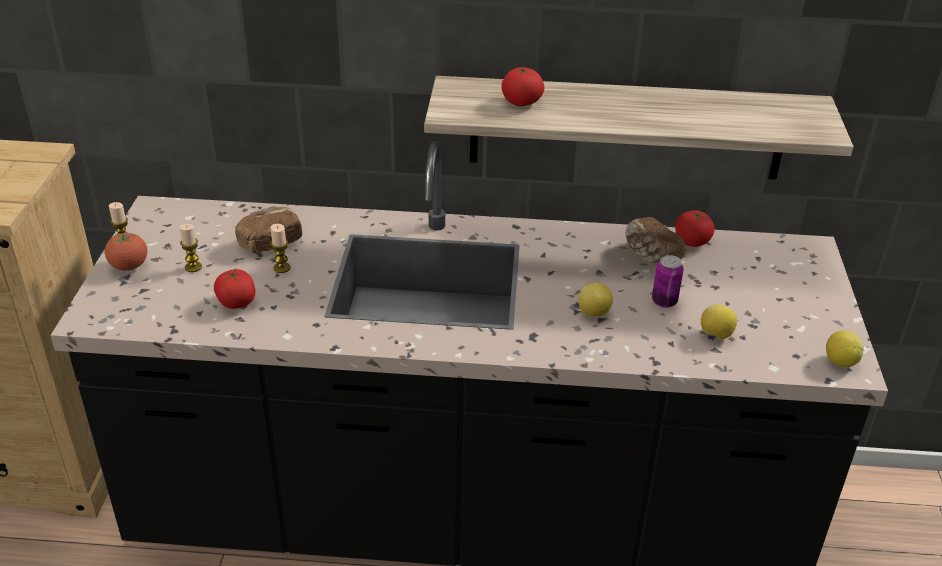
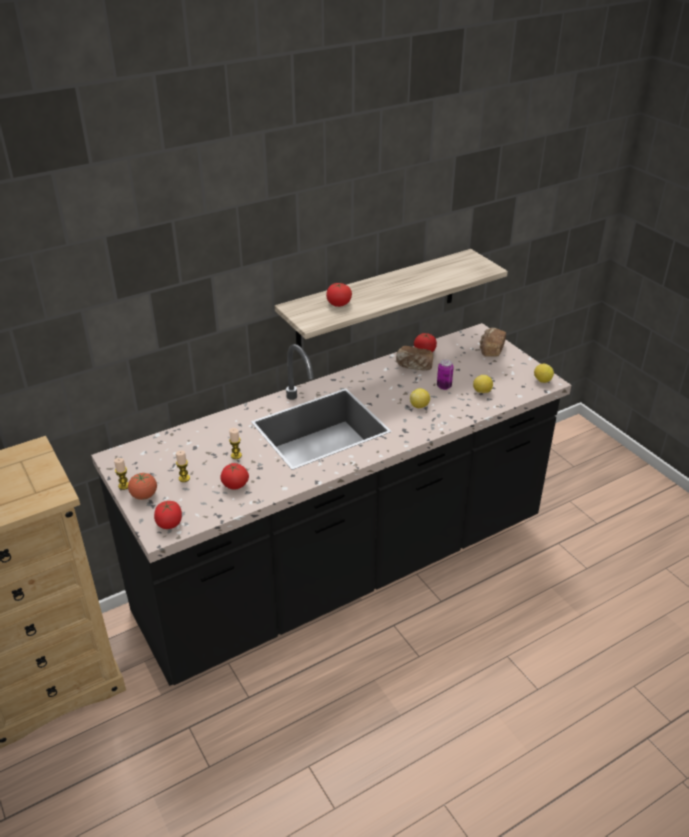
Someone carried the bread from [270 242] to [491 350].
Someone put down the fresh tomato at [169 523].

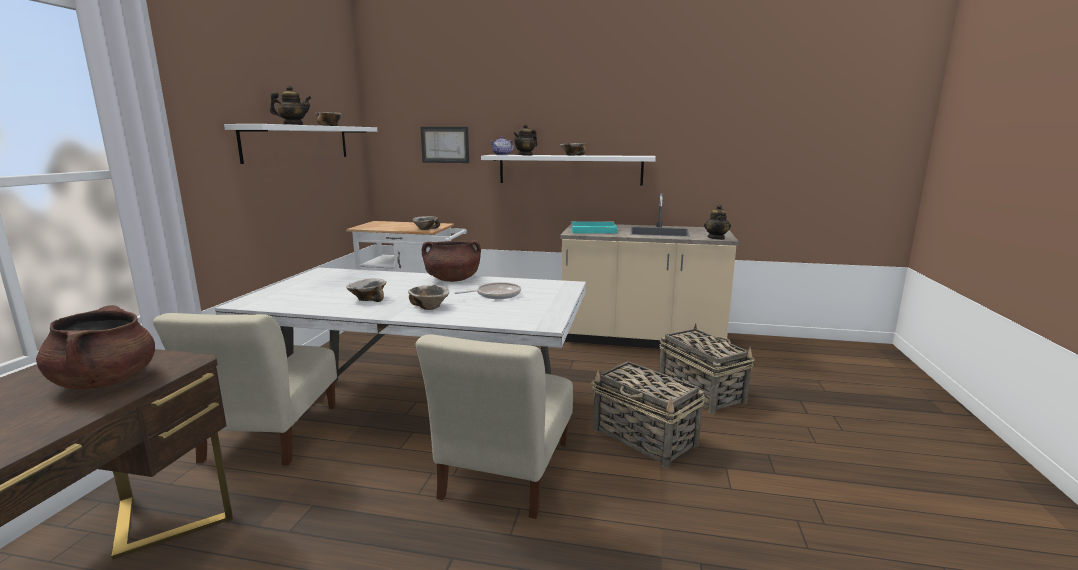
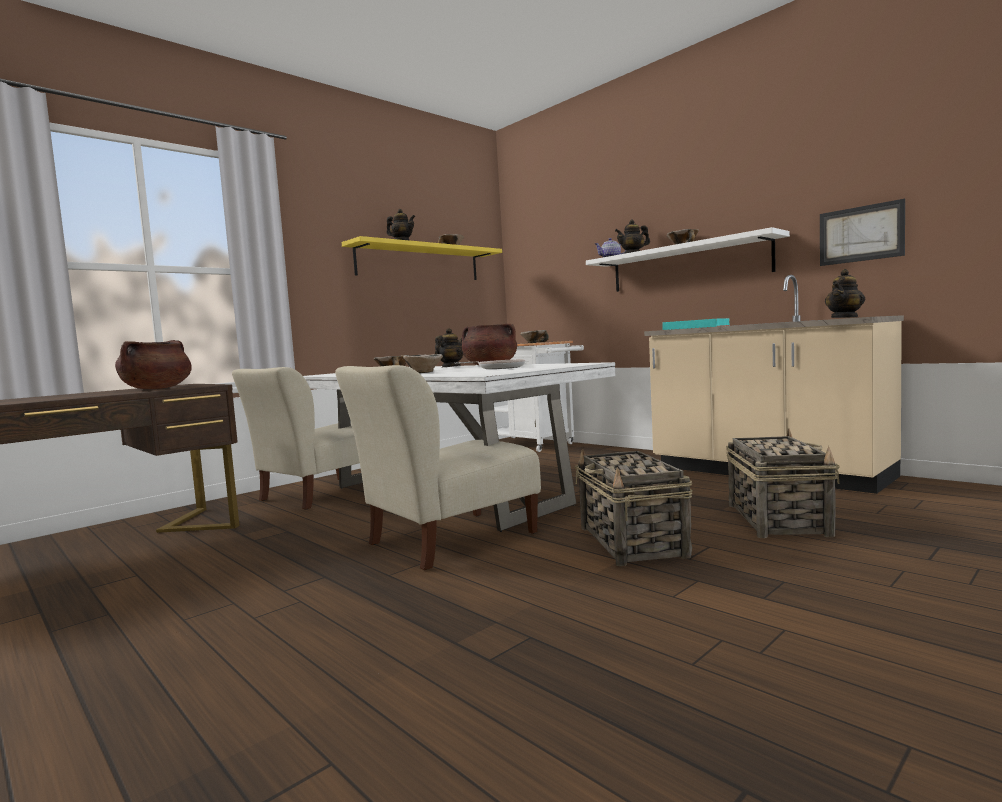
Someone repainted the shelf/white-coloured at [298 143], which became the shelf/yellow at [419 263].
Someone carried the wall art from [445 144] to [861 234].
Someone put down the teapot at [450 367].

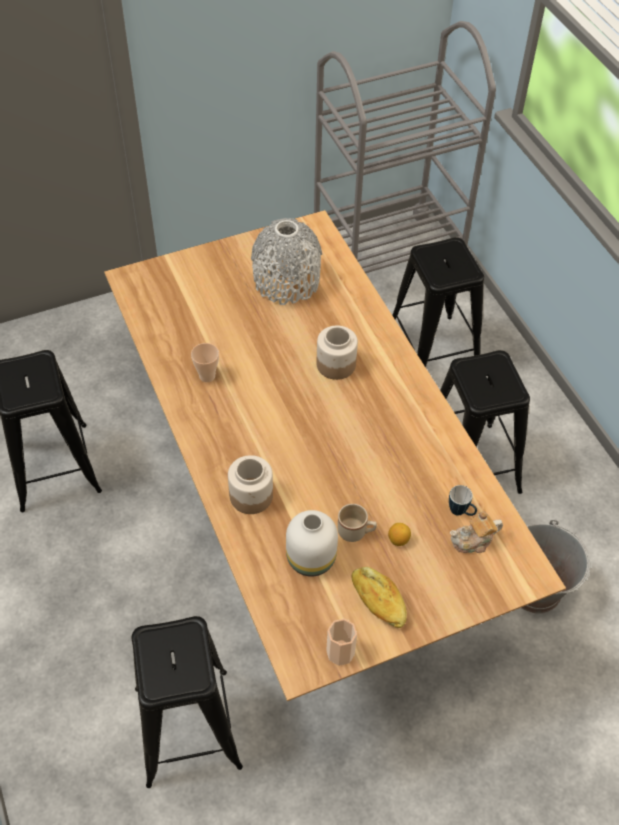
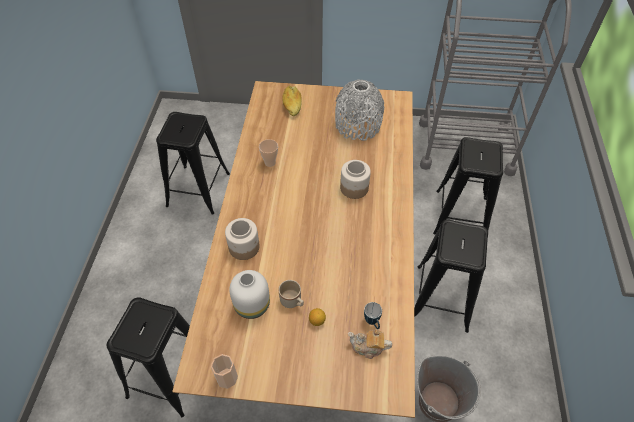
Someone carried the bread from [378 601] to [292 105].

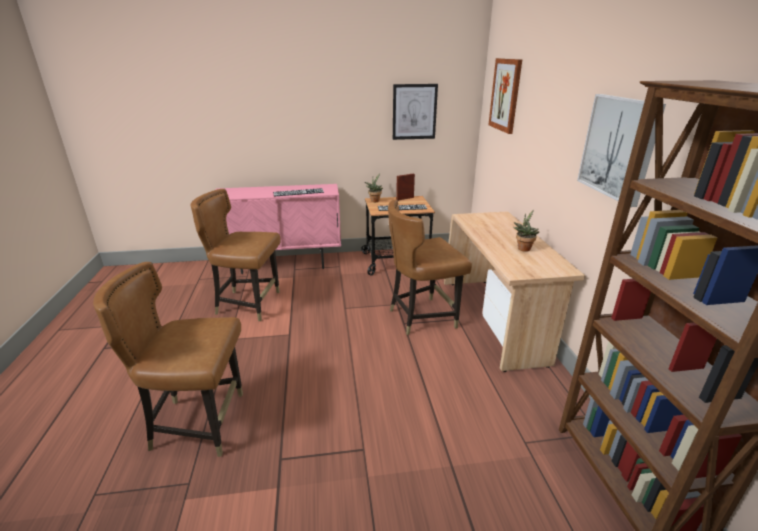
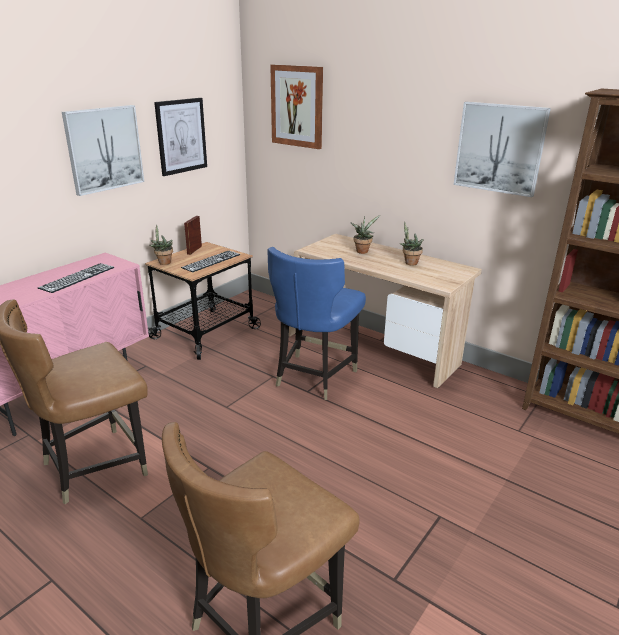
Someone repainted the plain chair/brown-coloured at [422 317], which became the plain chair/bluish at [314 377].
Someone put up the wall art at [104 149].
Someone put down the potted plant at [362 251].

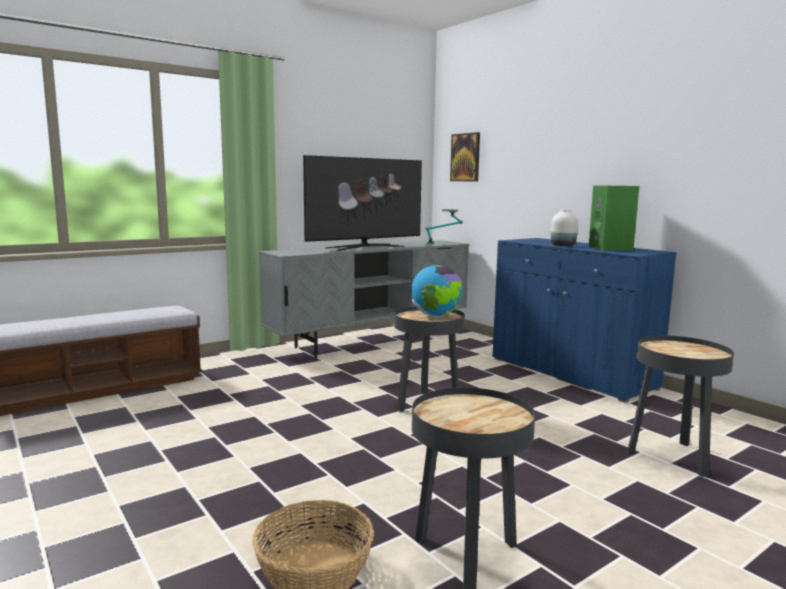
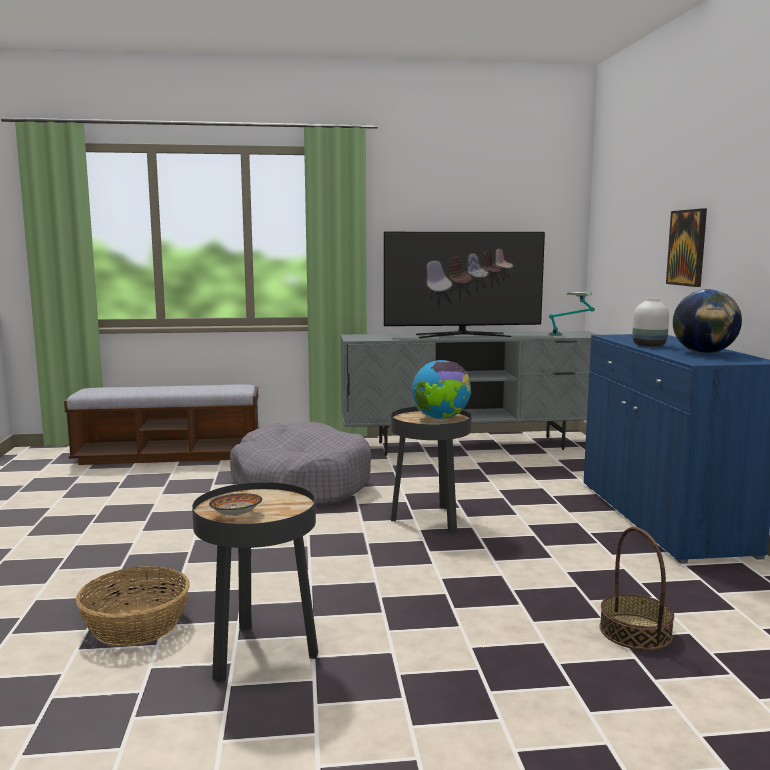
Someone carried the wall art from [465 157] to [687 247].
Someone swapped the speaker/green-coloured at [611 248] for the globe at [704 353].
Someone swapped the side table/black-coloured at [672 456] for the basket at [635 632].
Someone put down the serving bowl at [235 515].
Someone put down the pet bed/grey at [301 483].

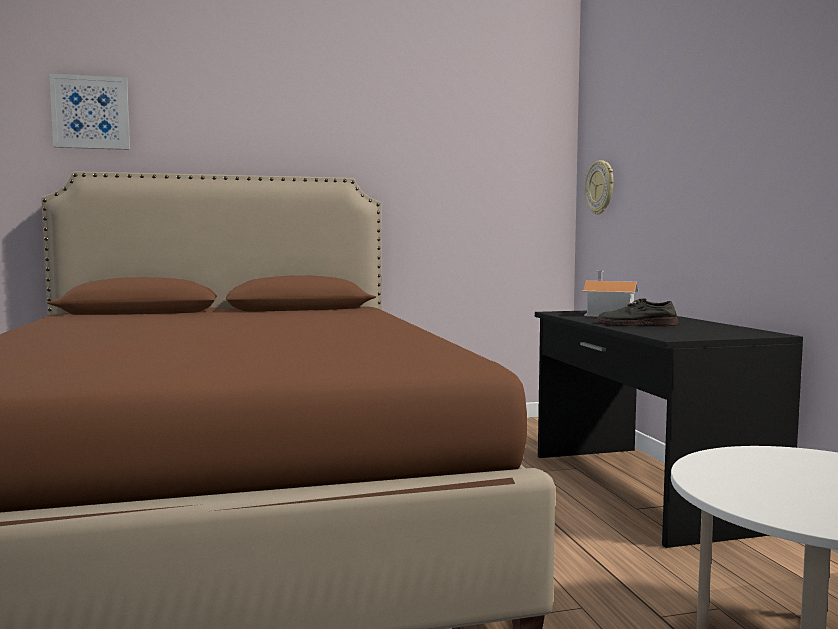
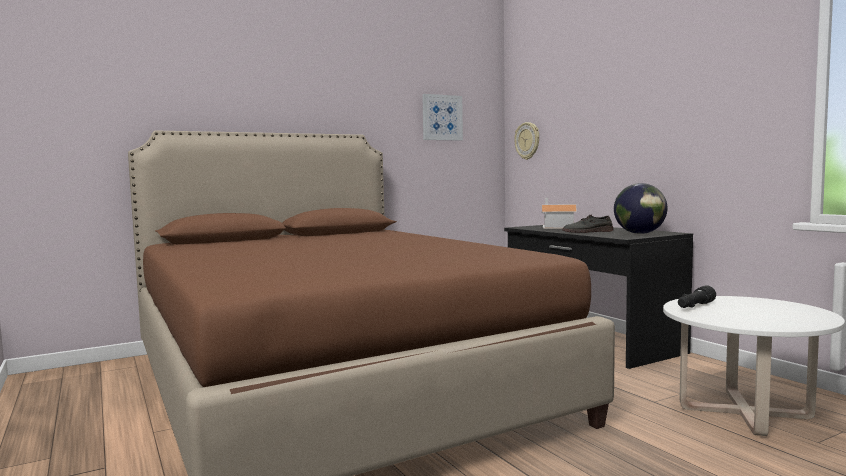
Someone carried the wall art from [91 112] to [442 117].
Someone put down the globe at [640 233].
Someone put down the hand torch/black-coloured at [694 306].

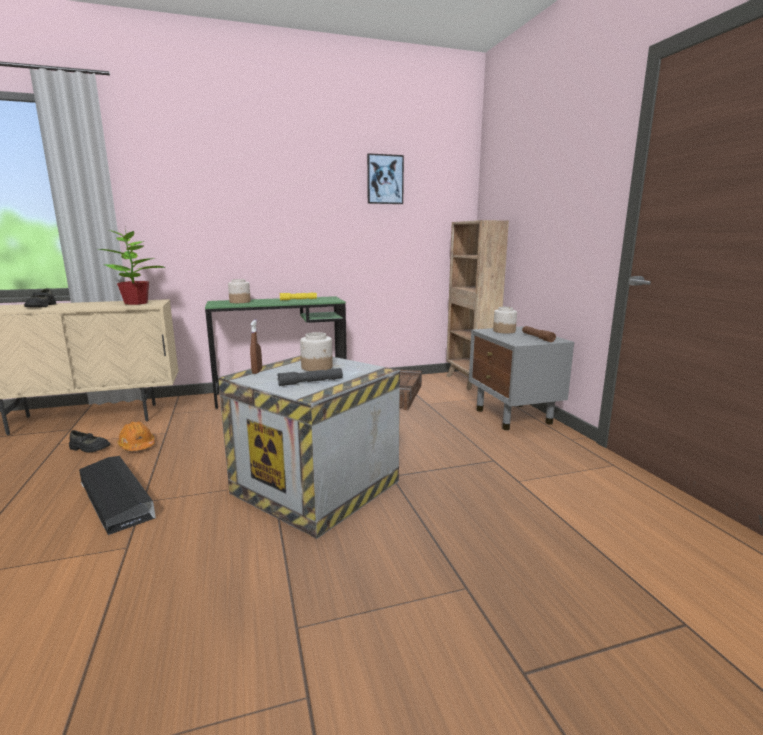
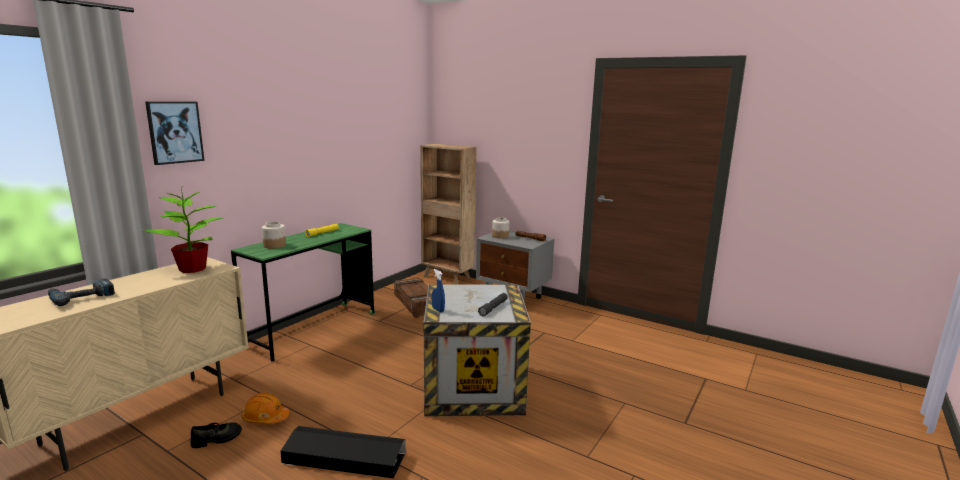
Someone swapped the shoe/black-coloured at [41 306] for the drill at [81 296].
Someone repainted the sprayer/brown-coloured at [257 371], which became the sprayer/bluish at [438 310].
Someone took away the jar at [317 367].
Someone carried the wall art from [385 179] to [175 132].

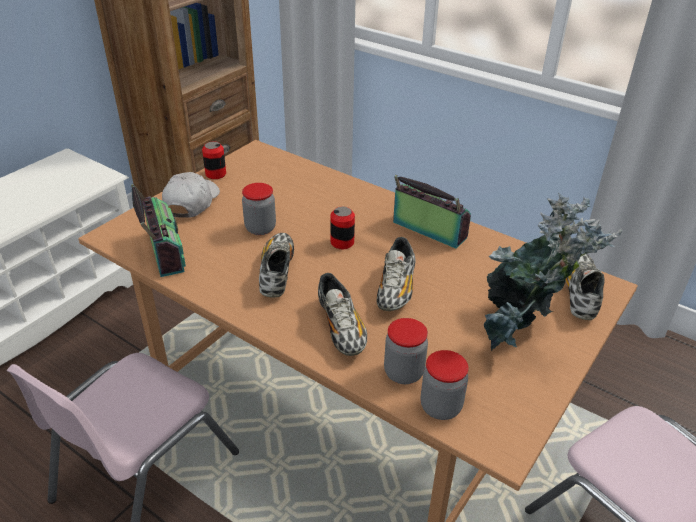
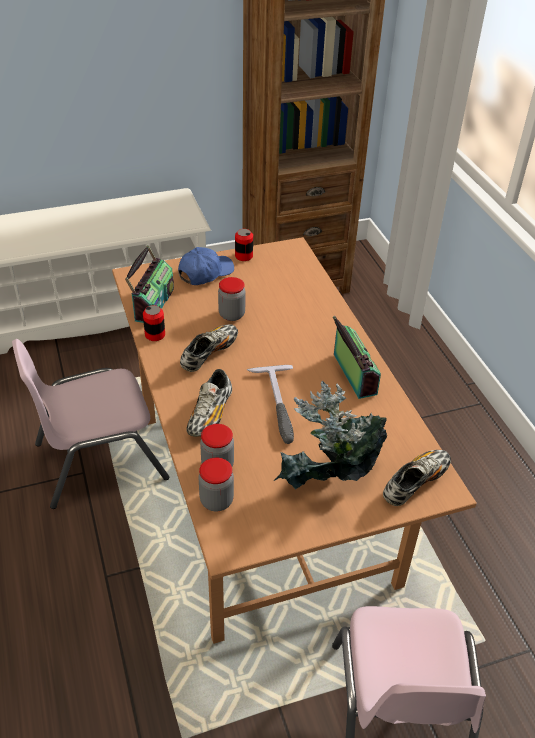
Someone repainted the baseball cap/white-coloured at [191 202], which became the baseball cap/bluish at [205 273].
Someone carried the metal can from [342 242] to [155 335].
Someone swapped the shoe at [396 289] for the hammer at [277 407].

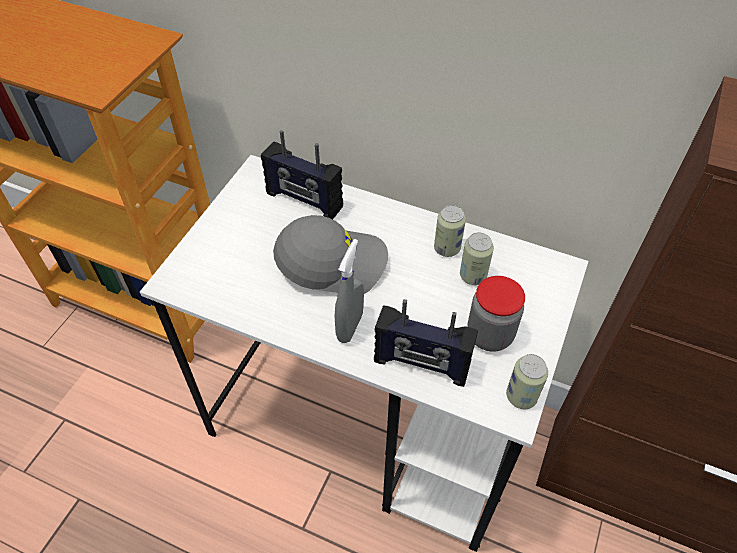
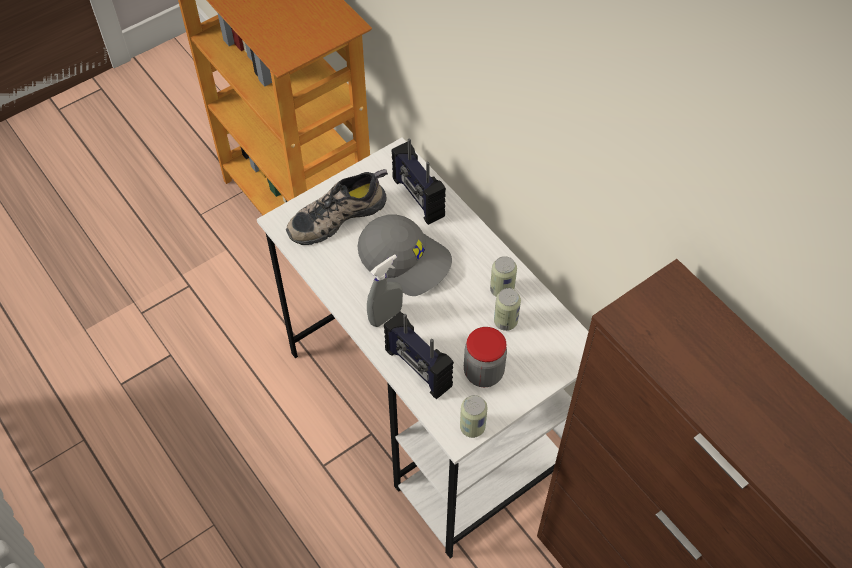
Someone put down the shoe at [337 214].

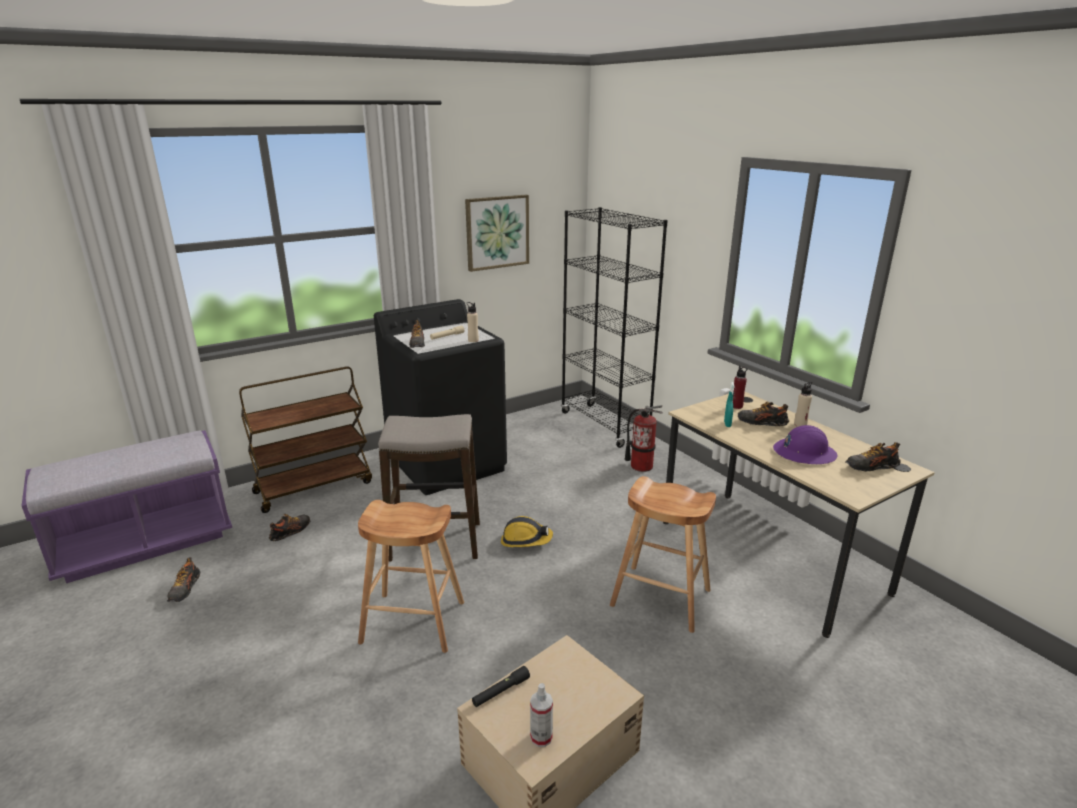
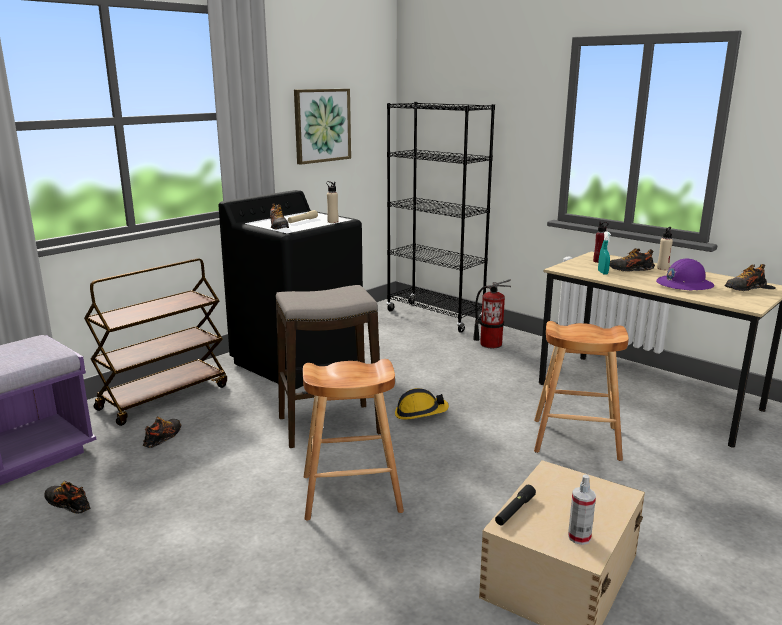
Someone rotated the shoe at [185 589] by 135 degrees clockwise.

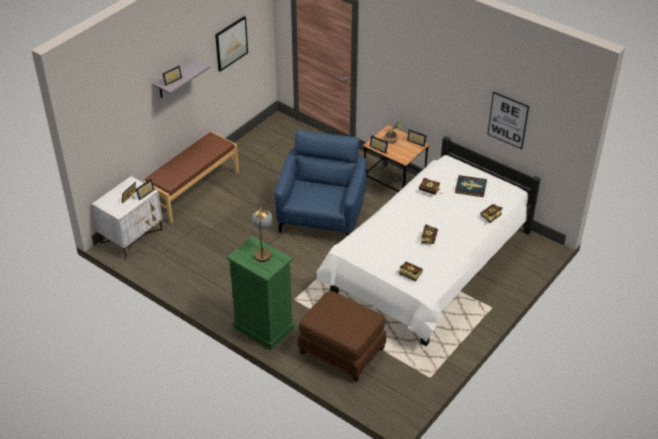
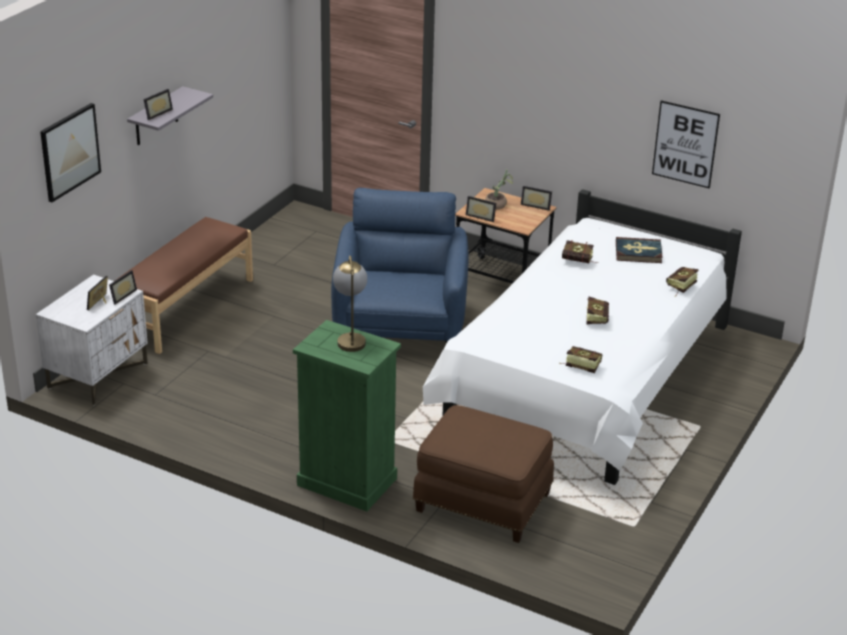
Someone carried the wall art from [231 43] to [70 151].

